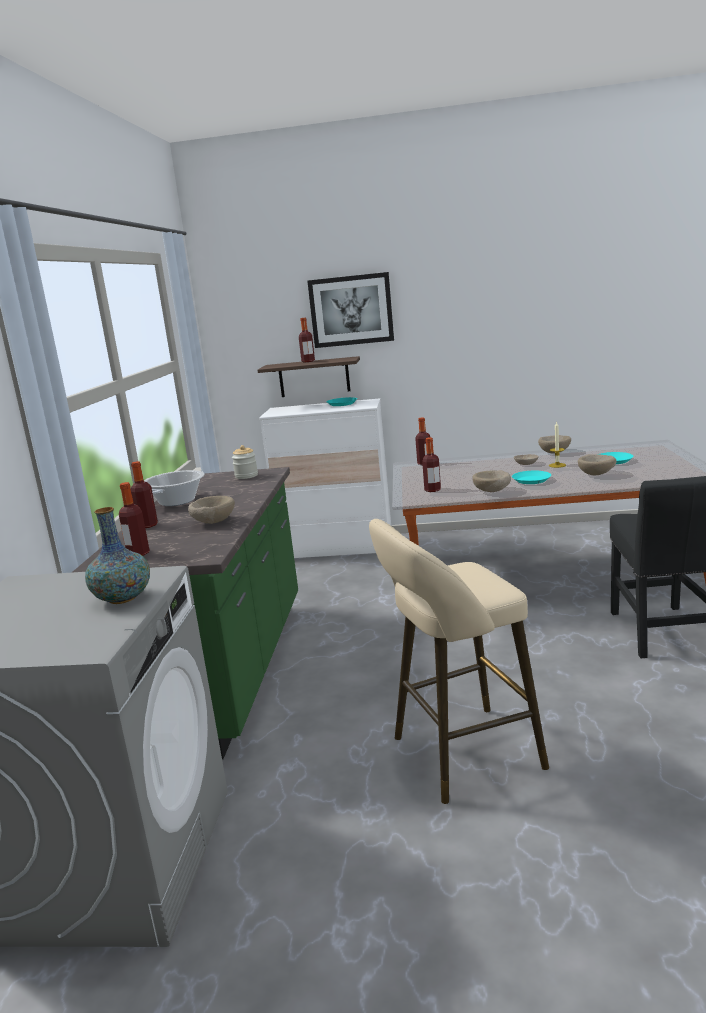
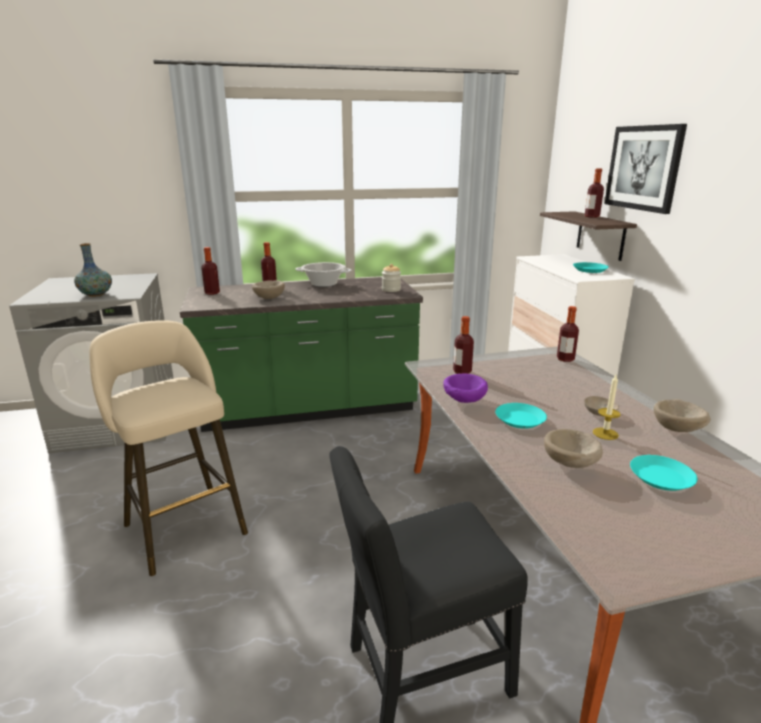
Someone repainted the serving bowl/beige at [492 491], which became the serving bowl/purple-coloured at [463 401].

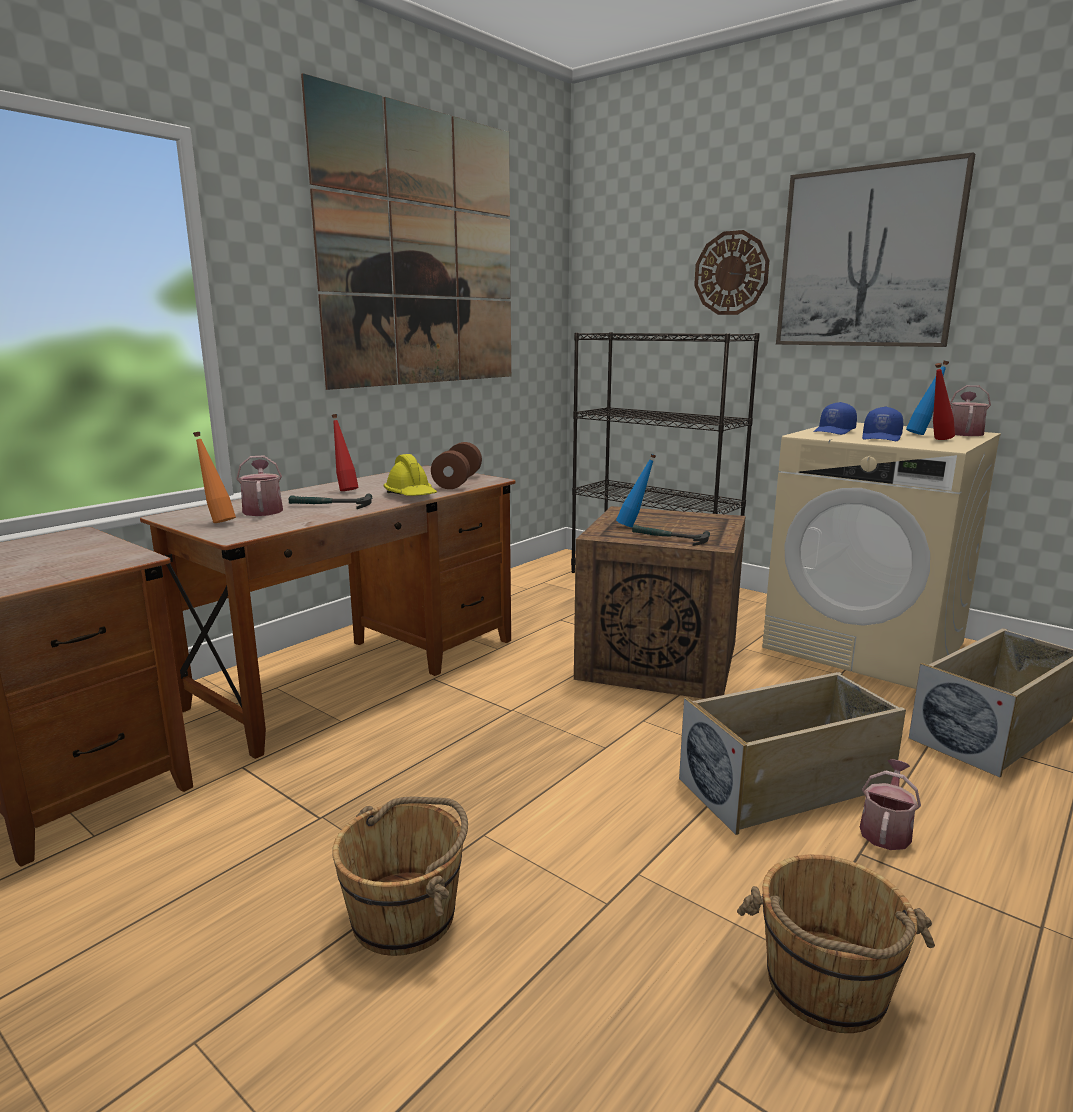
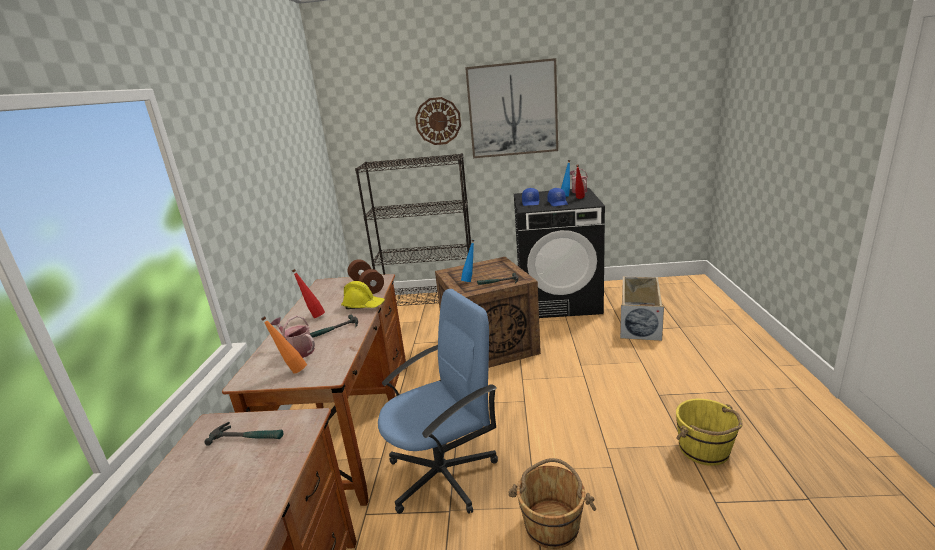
Someone took away the wall art at [422 251].
Someone took away the storage bin/beige at [787 783].
Someone repainted the pail/brown-coloured at [826 986], which became the pail/yellow at [704 450].
Someone repainted the washing machine/beige at [865 645], which became the washing machine/black-coloured at [559 300].
Someone took away the sprinkling can at [886 830].
Someone put down the hammer at [248 437].
Someone put down the desk chair/bluish at [443 474].

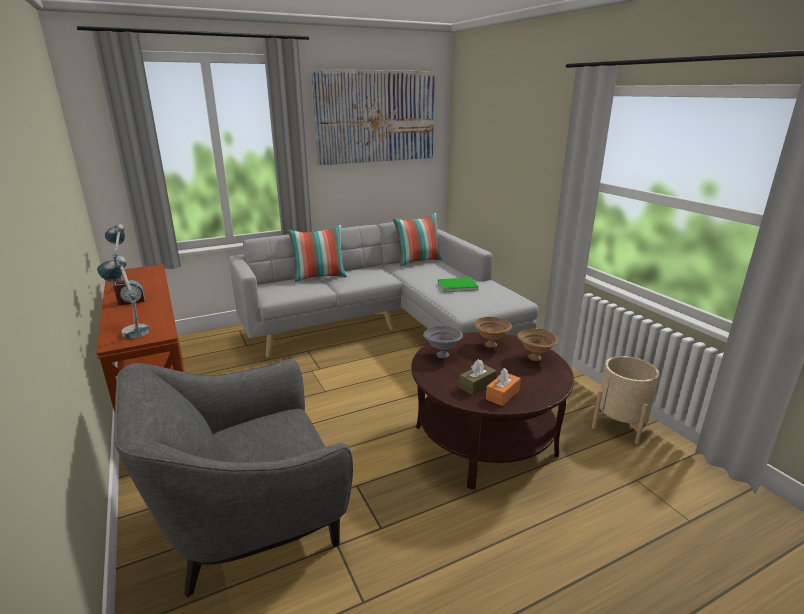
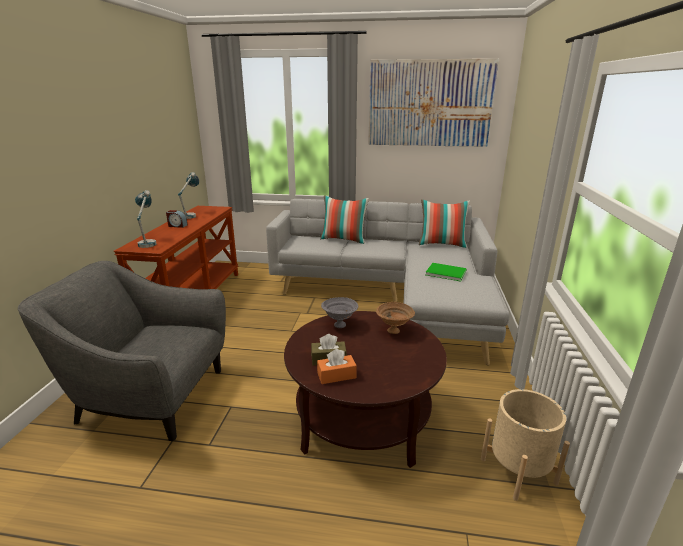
Someone took away the serving bowl/brown-coloured at [535 358].

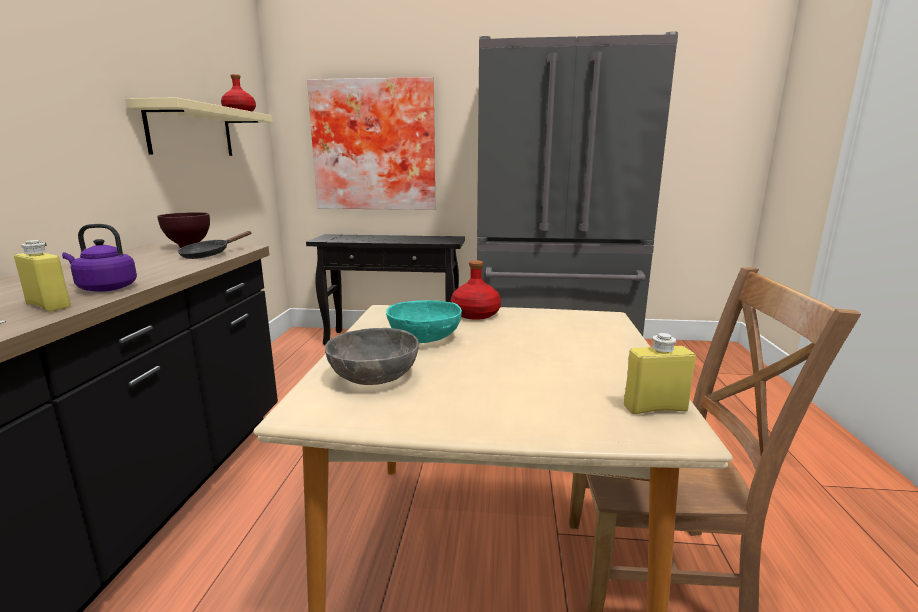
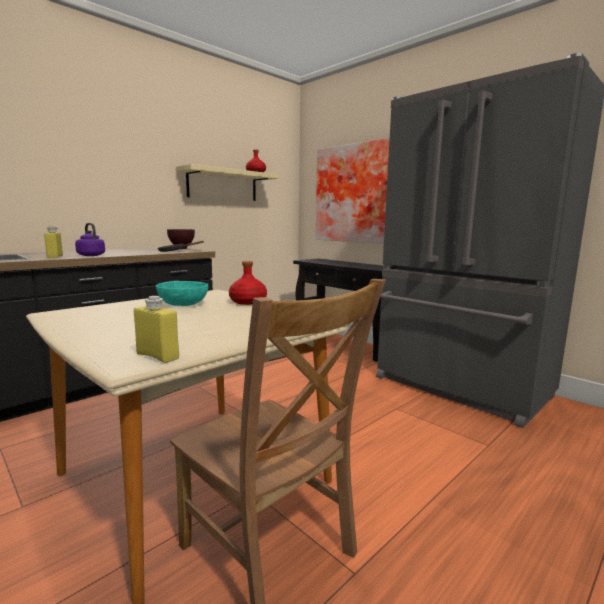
Someone took away the serving bowl/grey at [373 377].

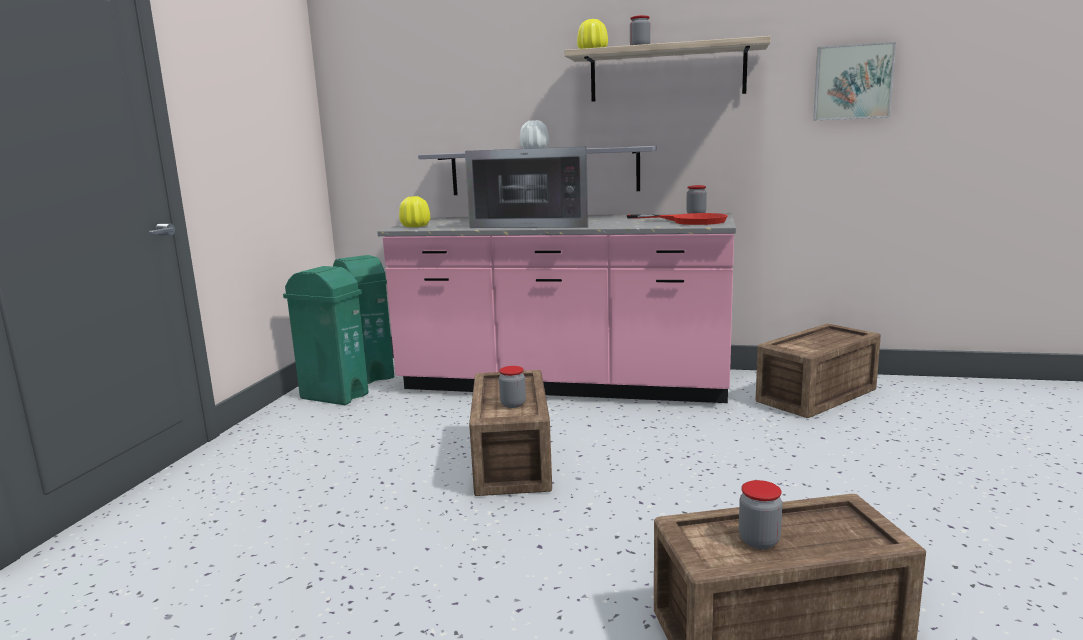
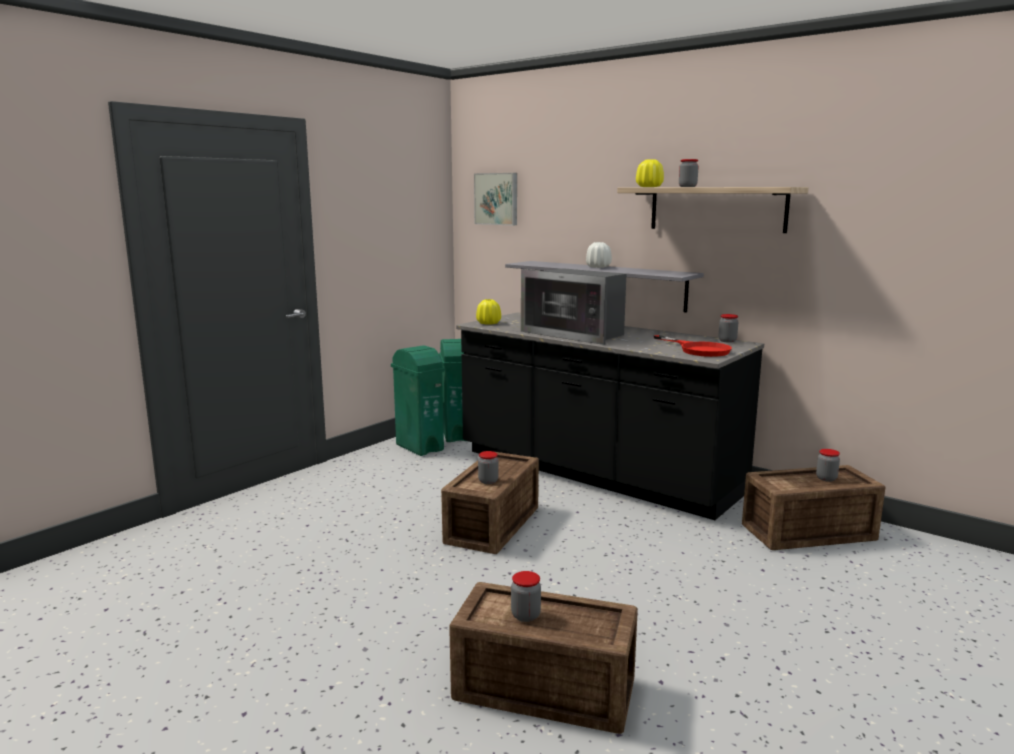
Someone repainted the counter/pinkish at [564 383], which became the counter/black-coloured at [595 472].
Someone carried the wall art from [852 82] to [497 199].
Someone put down the jar at [826 478].

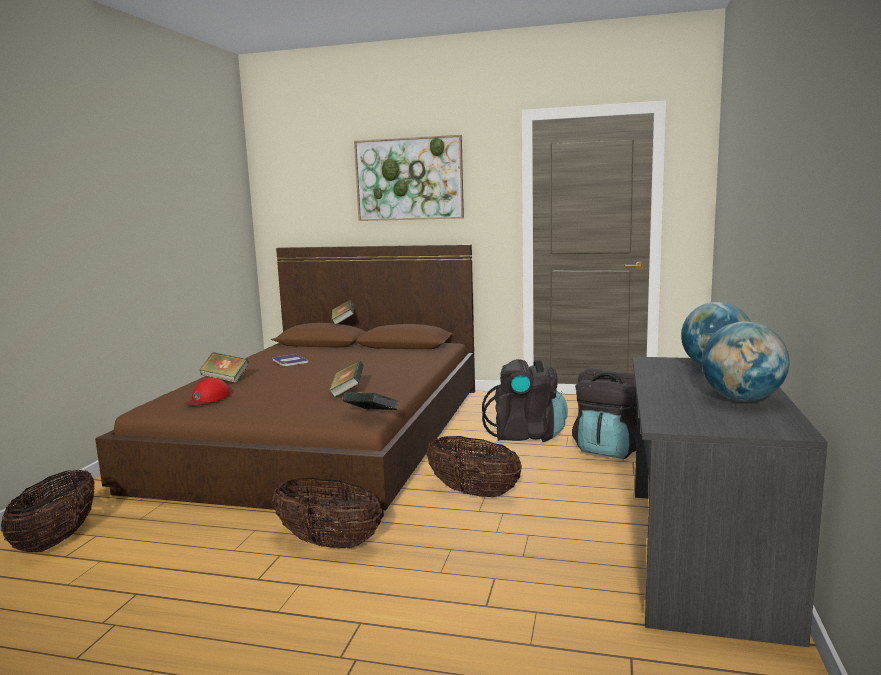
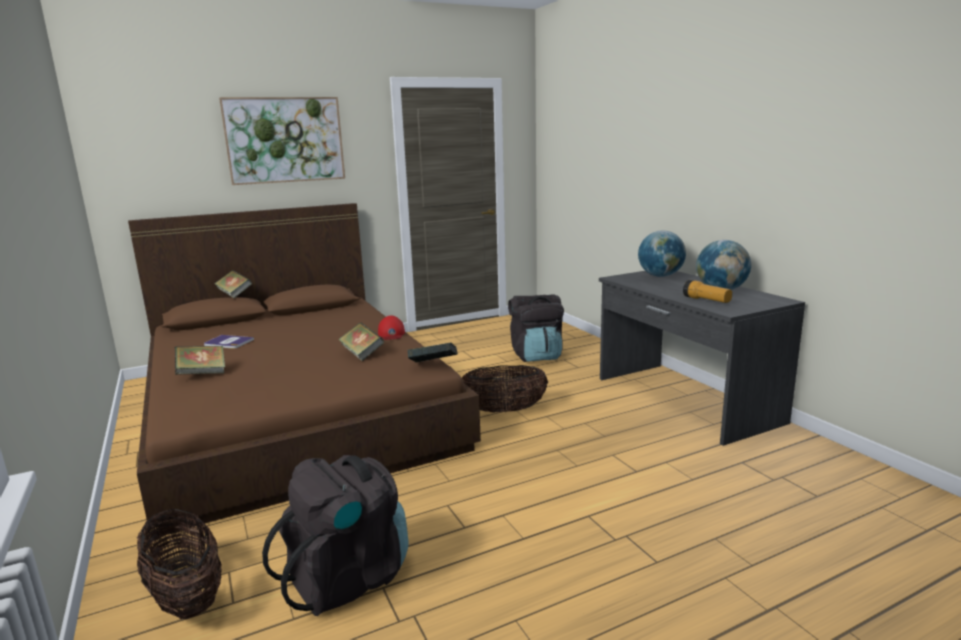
Someone carried the baseball cap/red from [208 398] to [391 334].
Someone took away the basket at [328 543].
Someone carried the backpack/black-coloured from [526 435] to [348 577].
Someone put down the hand torch at [706 300].

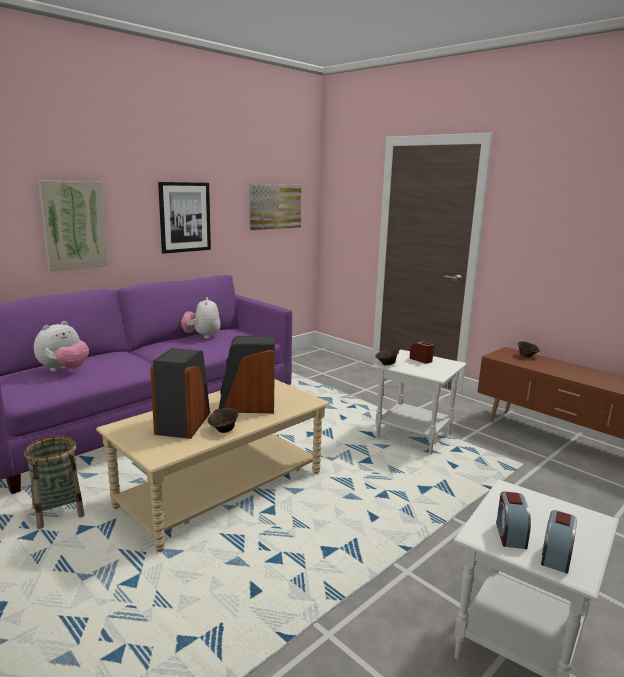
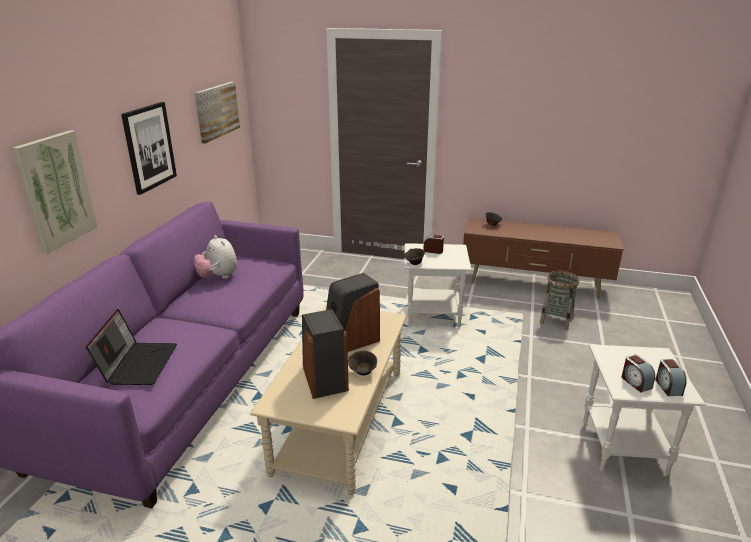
Someone carried the basket from [58 512] to [556 320].
Someone swapped the cuddly toy at [64 370] for the portable computer at [138 363].

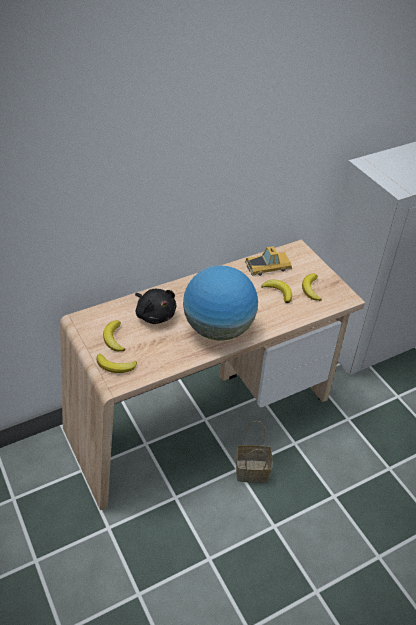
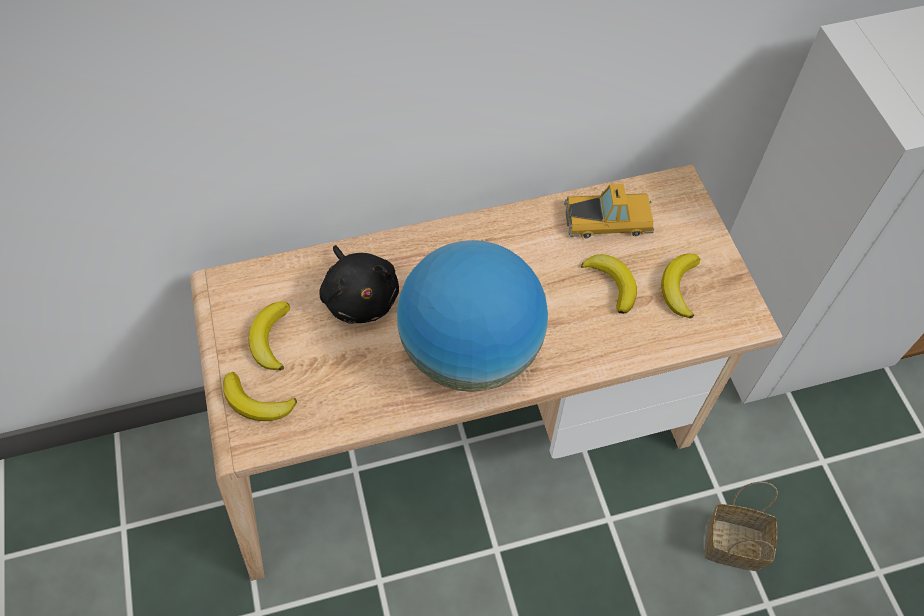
Someone carried the basket from [251 471] to [731 545].

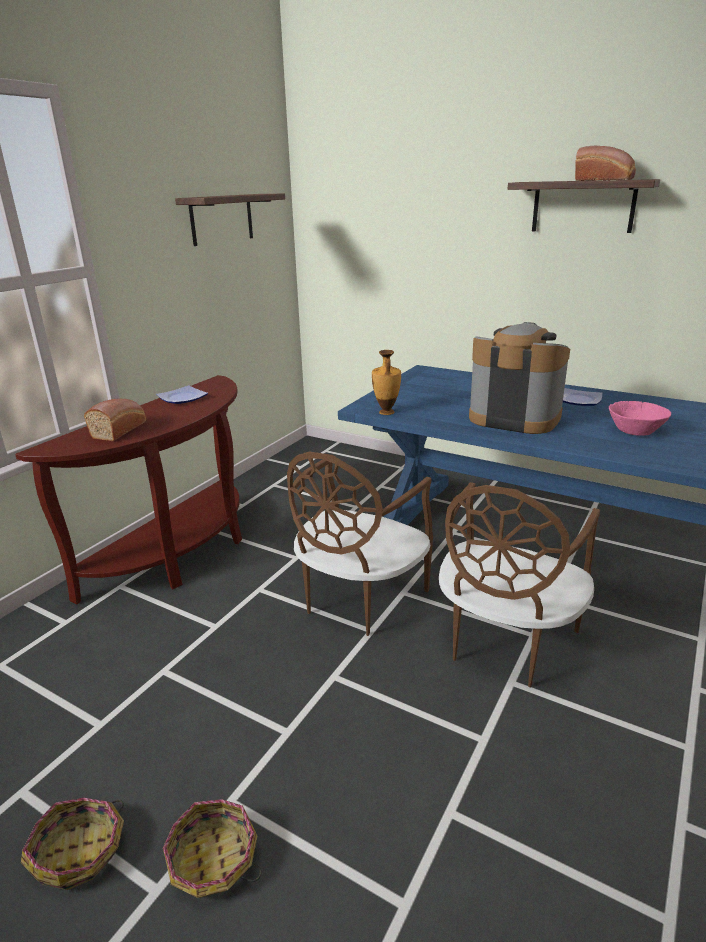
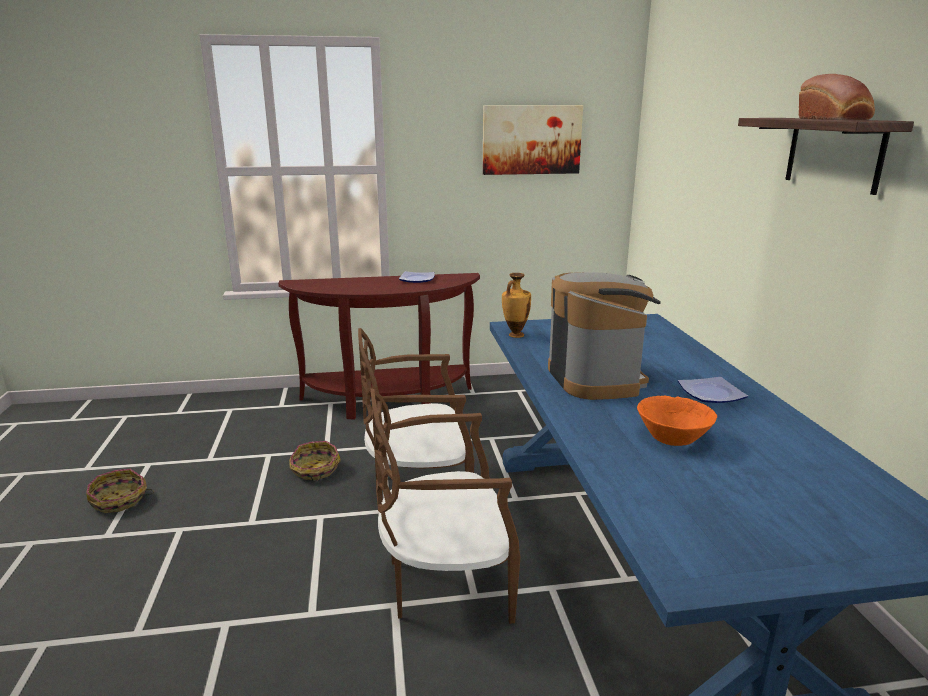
Someone took away the bread at [120 429].
Someone carried the basket from [214 861] to [315 470].
Someone swapped the shelf at [222 219] for the wall art at [531 140].
Someone repainted the serving bowl/pinkish at [635 431], which became the serving bowl/orange-coloured at [673 437].

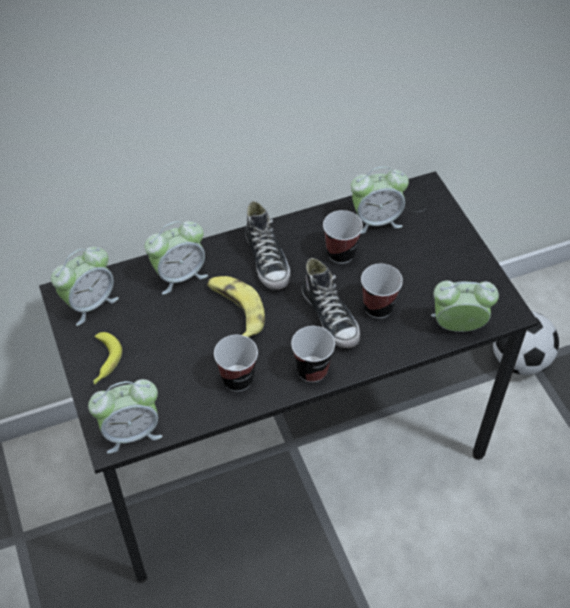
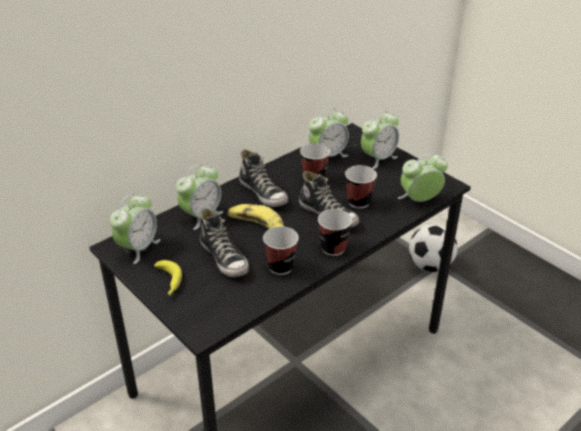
Someone carried the bedside clock from [131 432] to [378 158].
Someone put down the shoe at [224 258].

